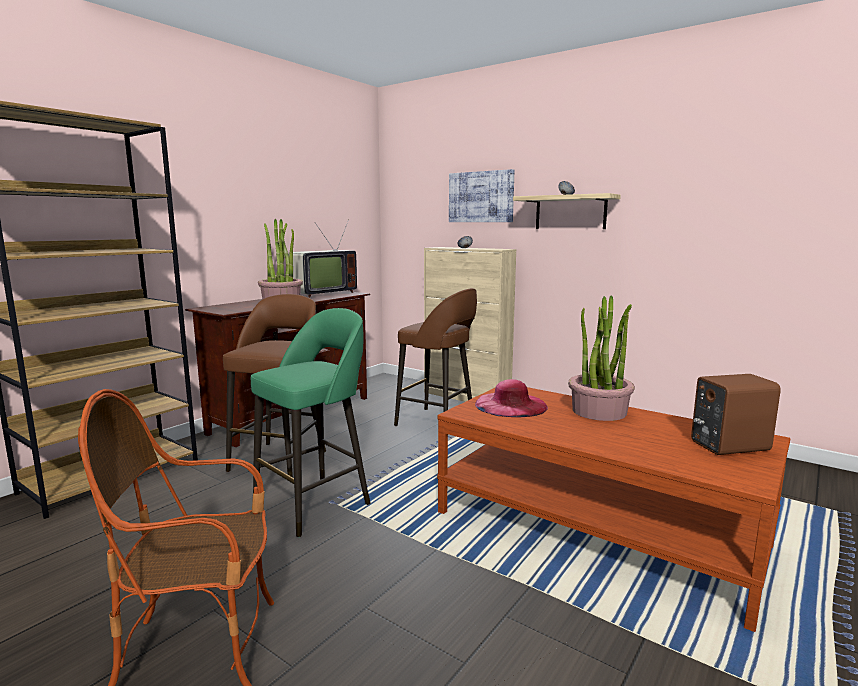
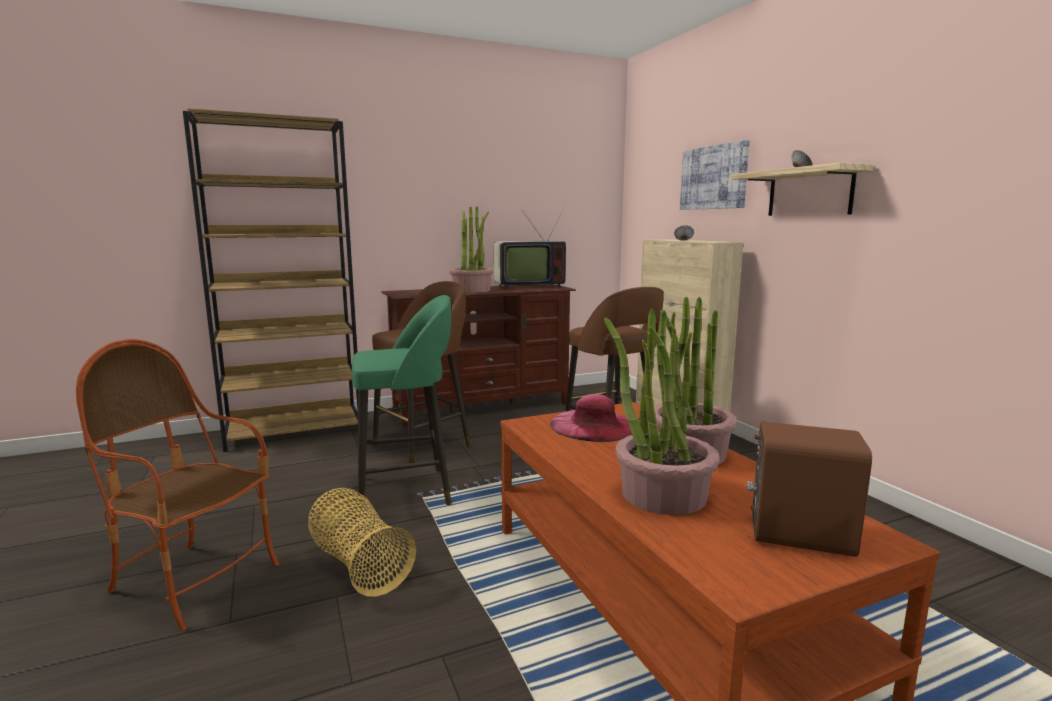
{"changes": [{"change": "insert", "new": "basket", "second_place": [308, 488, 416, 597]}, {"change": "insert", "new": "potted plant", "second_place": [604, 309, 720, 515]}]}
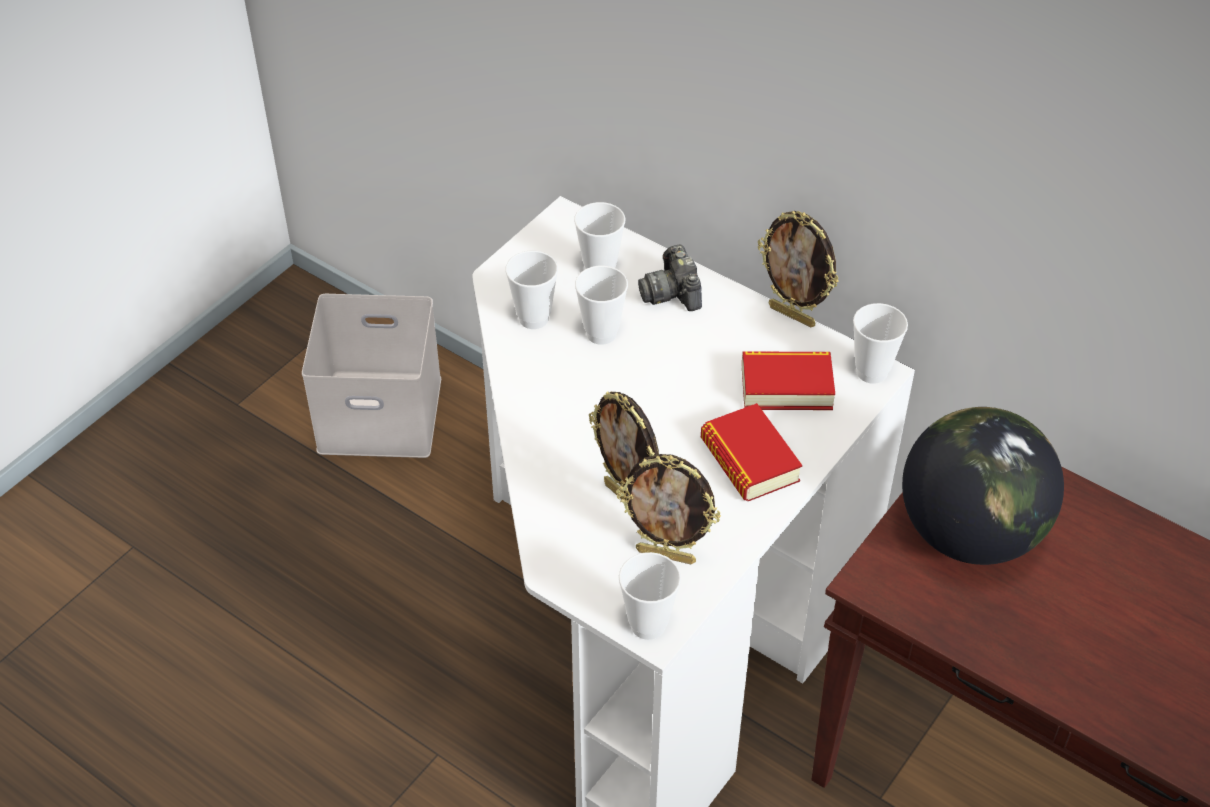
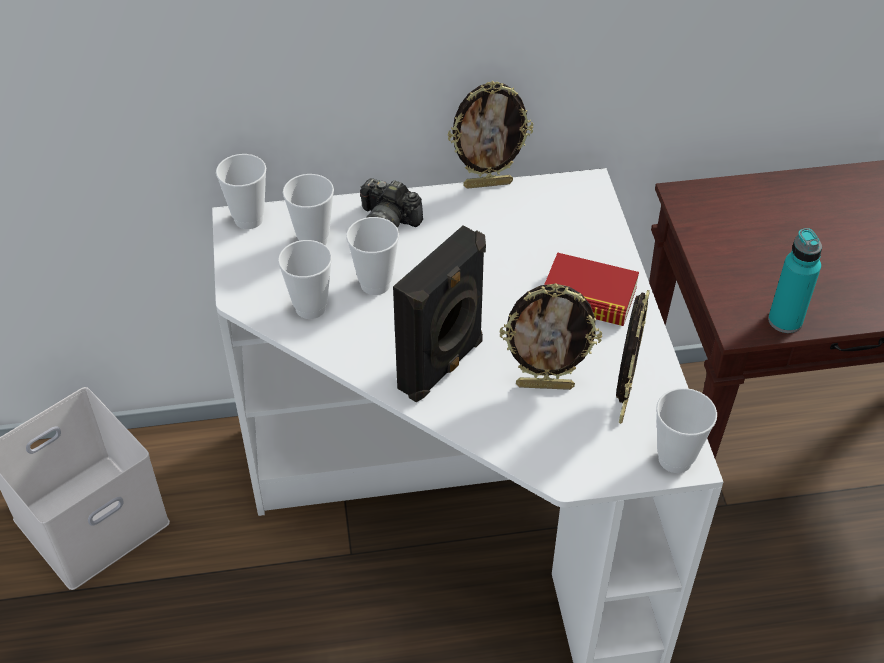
{"changes": [{"change": "move", "old": "cup", "first_place": [853, 303, 908, 384], "second_place": [216, 154, 266, 229]}, {"change": "insert", "new": "speaker/black", "second_place": [393, 225, 486, 402]}, {"change": "rotate", "old": "picture frame", "first_place": [616, 454, 721, 564], "second_place": [616, 290, 650, 424], "degrees": -45}, {"change": "insert", "new": "bottle/turquoise", "second_place": [768, 228, 822, 333]}, {"change": "delete", "old": "book", "first_place": [742, 351, 835, 410]}, {"change": "delete", "old": "globe", "first_place": [902, 407, 1064, 565]}]}
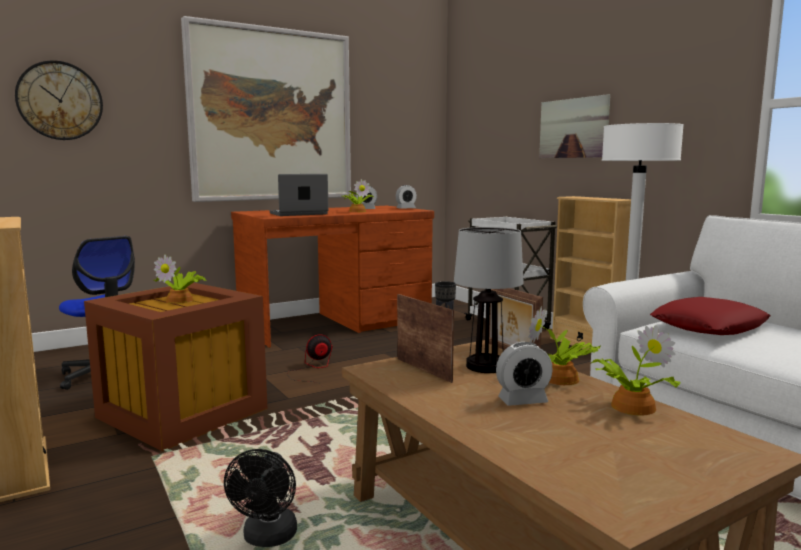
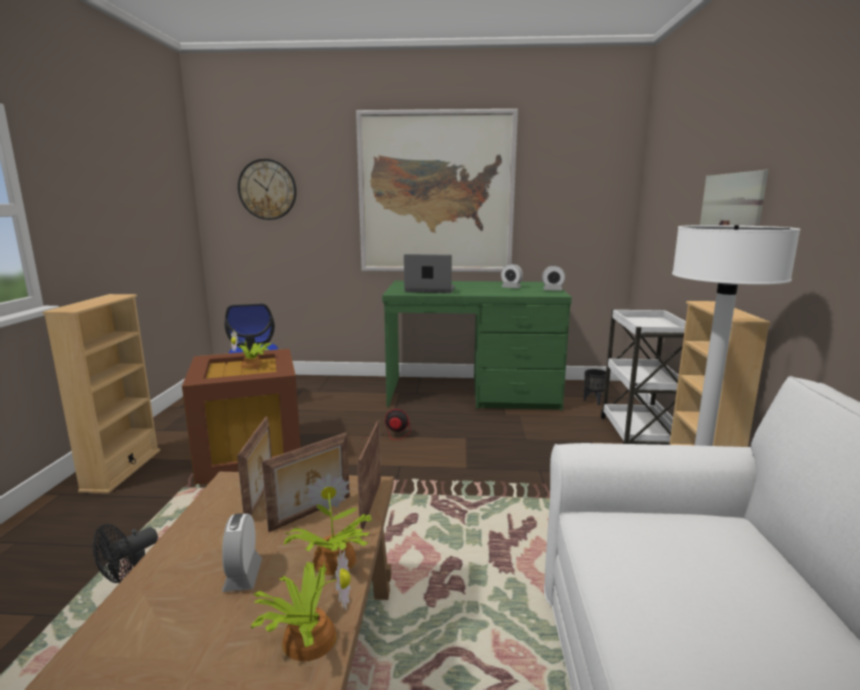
{"changes": [{"change": "rotate", "old": "alarm clock", "first_place": [496, 342, 553, 406], "second_place": [222, 513, 262, 592], "degrees": 60}, {"change": "replace", "old": "table lamp", "new": "picture frame", "first_place": [454, 227, 524, 373], "second_place": [261, 432, 350, 532]}, {"change": "recolor", "old": "desk/brown", "new": "desk/green", "first_place": [231, 206, 434, 348], "second_place": [382, 281, 572, 411]}, {"change": "delete", "old": "potted plant", "first_place": [342, 179, 374, 212]}, {"change": "delete", "old": "pillow/red", "first_place": [650, 297, 770, 335]}]}
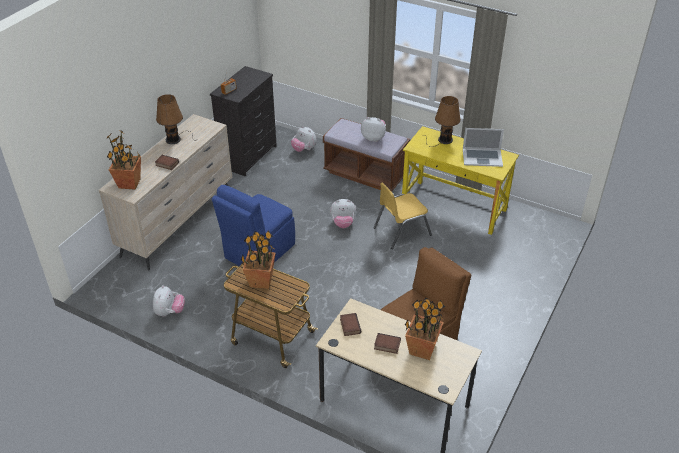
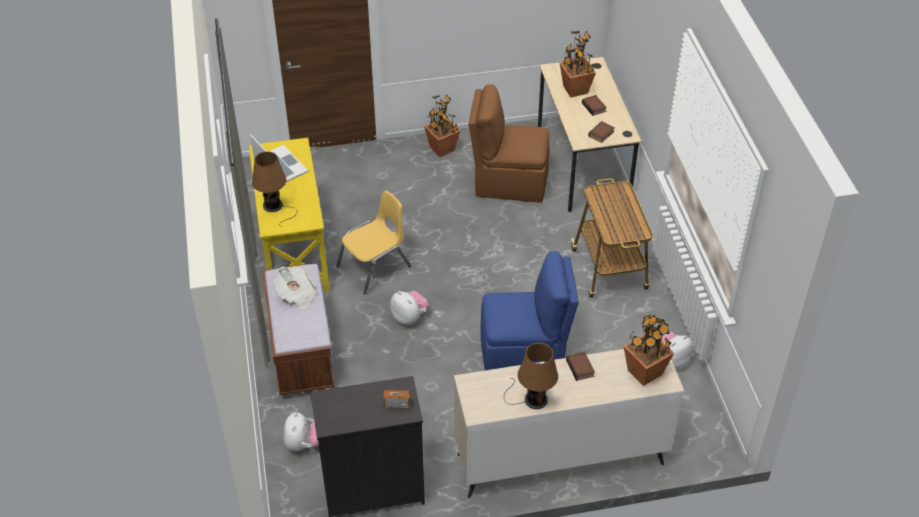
{"changes": [{"change": "replace", "old": "plush toy", "new": "newspaper", "first_place": [361, 117, 386, 142], "second_place": [274, 266, 317, 309]}, {"change": "rotate", "old": "chair/yellow", "first_place": [373, 183, 432, 249], "second_place": [336, 191, 411, 294], "degrees": -60}, {"change": "move", "old": "potted plant", "first_place": [241, 230, 276, 289], "second_place": [424, 94, 460, 157]}]}
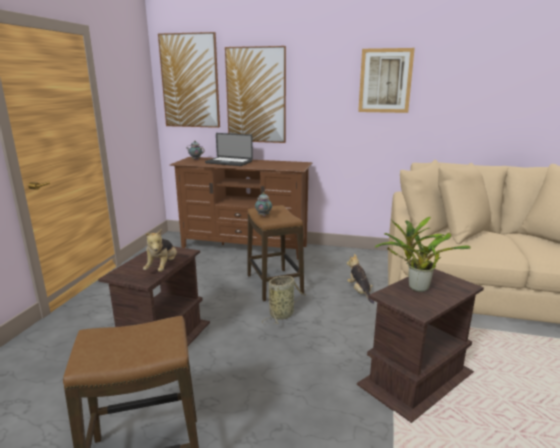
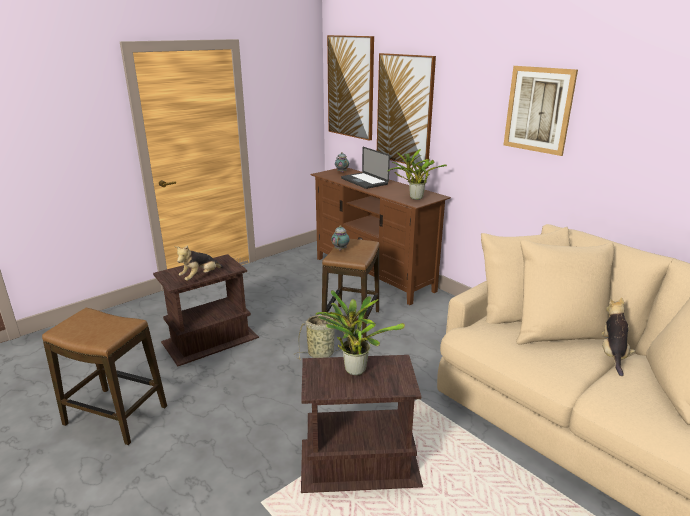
{"changes": [{"change": "insert", "new": "potted plant", "second_place": [387, 149, 447, 200]}, {"change": "move", "old": "plush toy", "first_place": [347, 254, 374, 304], "second_place": [601, 297, 636, 376]}]}
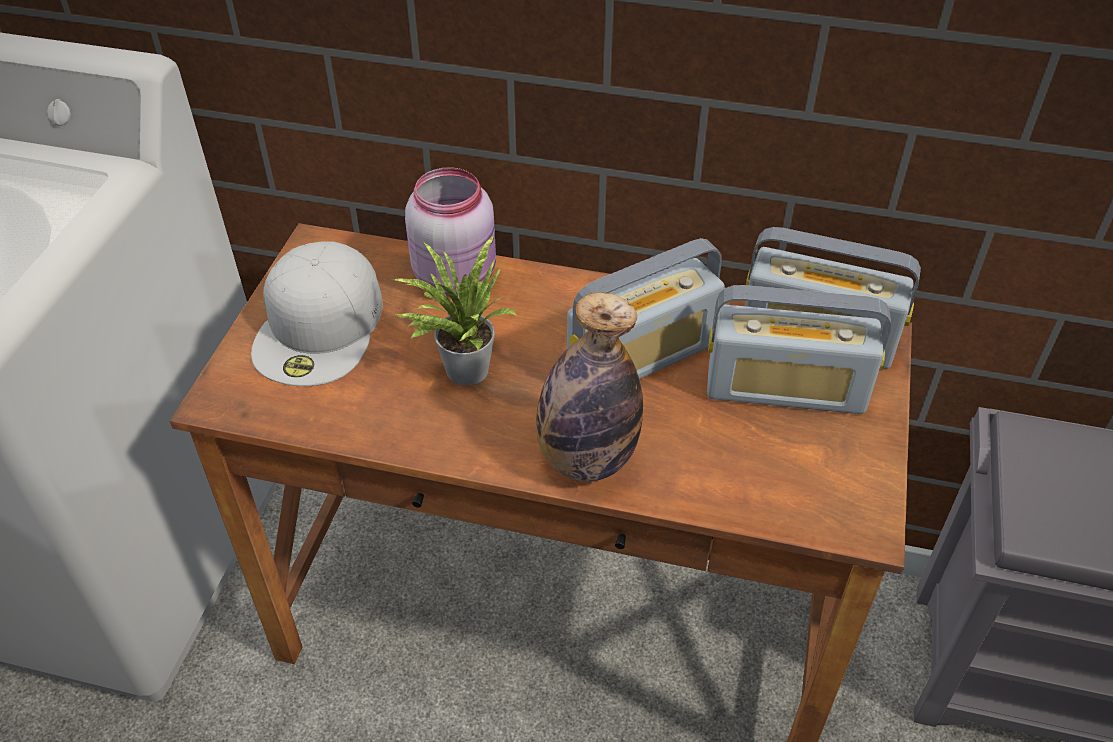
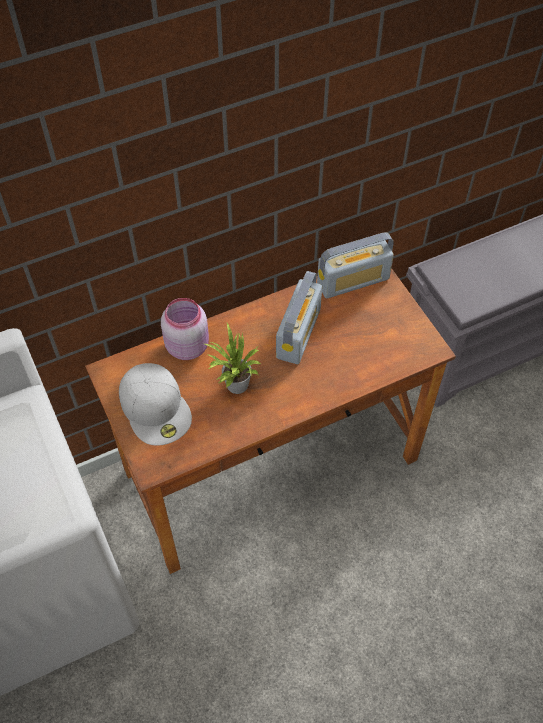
{"changes": [{"change": "delete", "old": "bottle", "first_place": [536, 293, 643, 482]}, {"change": "delete", "old": "radio", "first_place": [707, 285, 891, 414]}]}
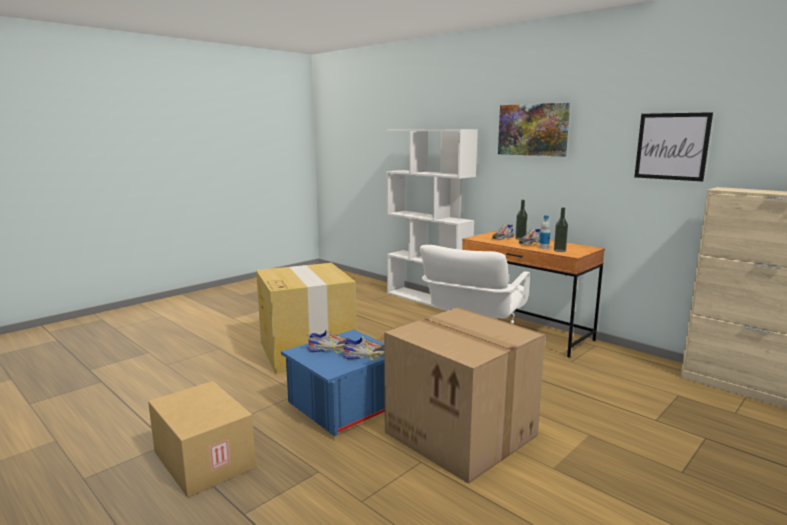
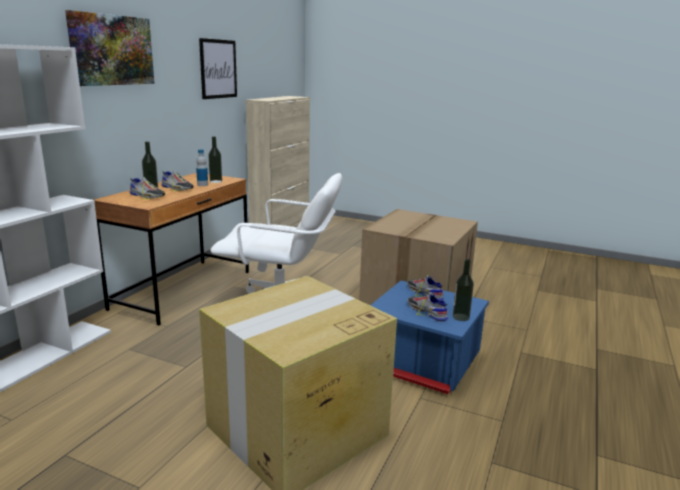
{"changes": [{"change": "insert", "new": "bottle", "second_place": [453, 259, 474, 321]}, {"change": "delete", "old": "cardboard box", "first_place": [148, 381, 256, 498]}]}
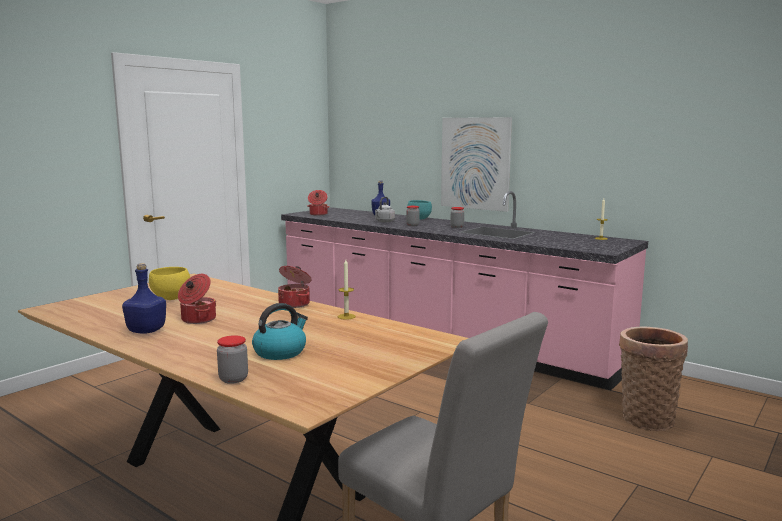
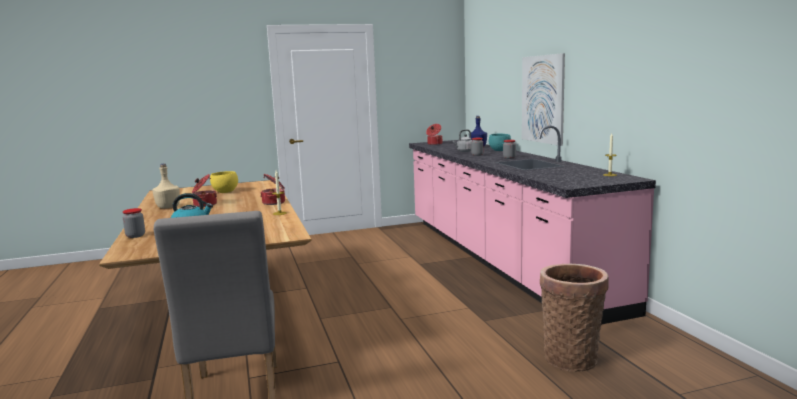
{"changes": [{"change": "recolor", "old": "bottle/blue", "new": "bottle/beige", "first_place": [122, 263, 166, 334], "second_place": [152, 164, 180, 208]}]}
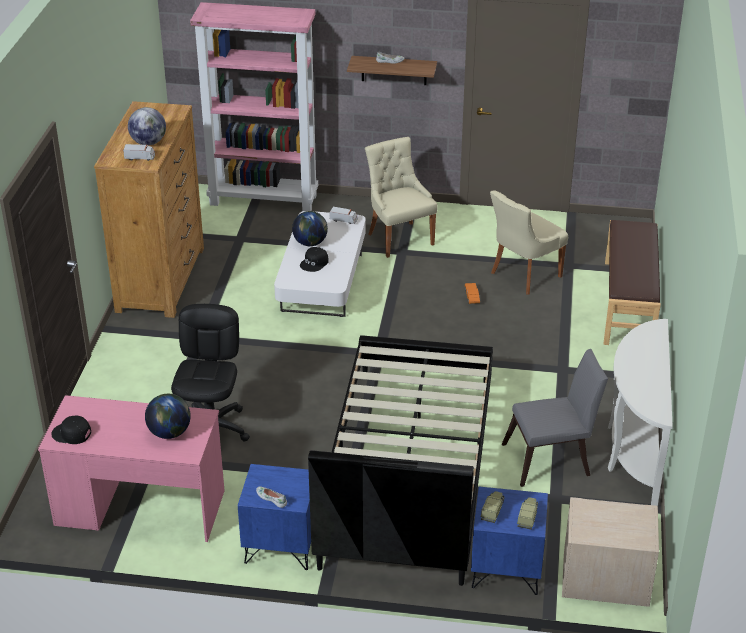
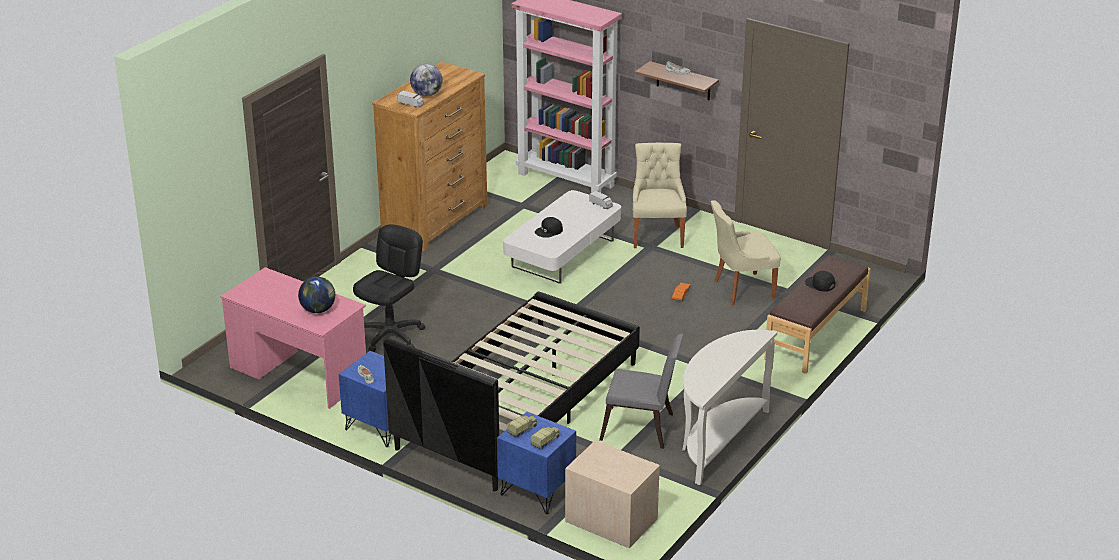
{"changes": [{"change": "move", "old": "cap/black", "first_place": [51, 416, 91, 444], "second_place": [805, 271, 835, 292]}, {"change": "delete", "old": "globe", "first_place": [292, 211, 328, 246]}]}
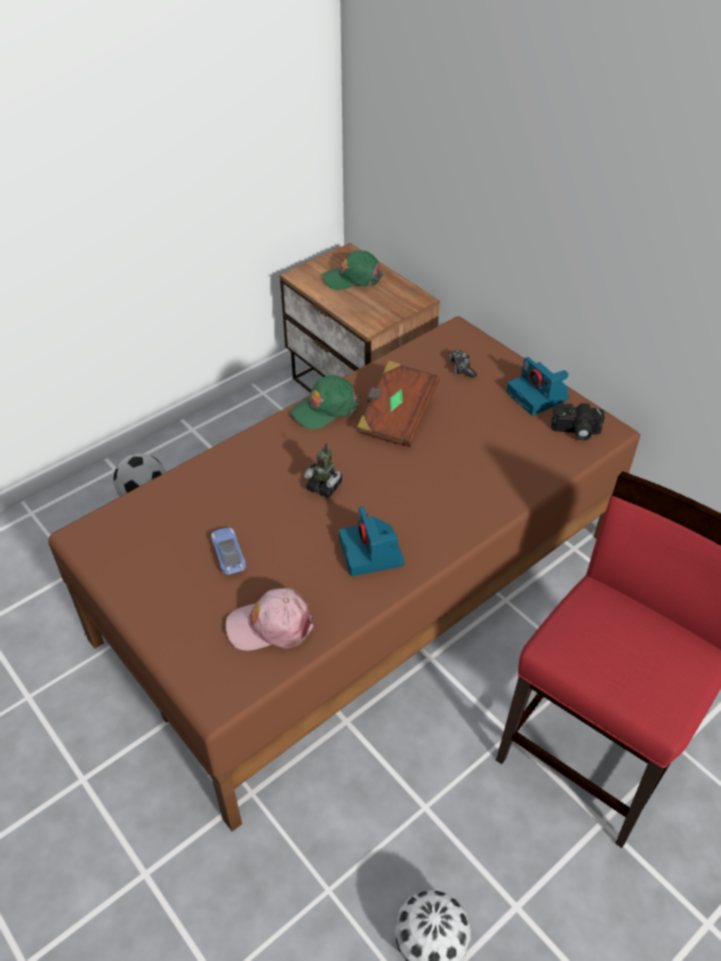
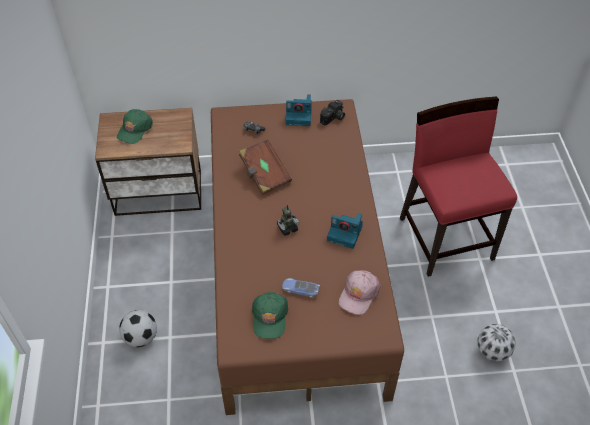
{"changes": [{"change": "move", "old": "cap/green", "first_place": [291, 375, 360, 429], "second_place": [252, 292, 288, 339]}]}
